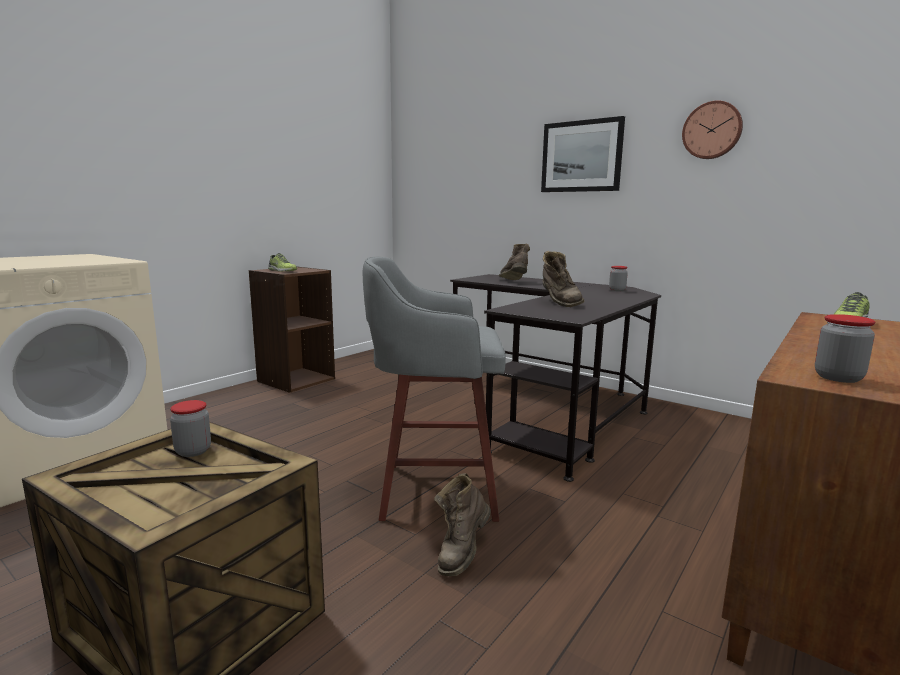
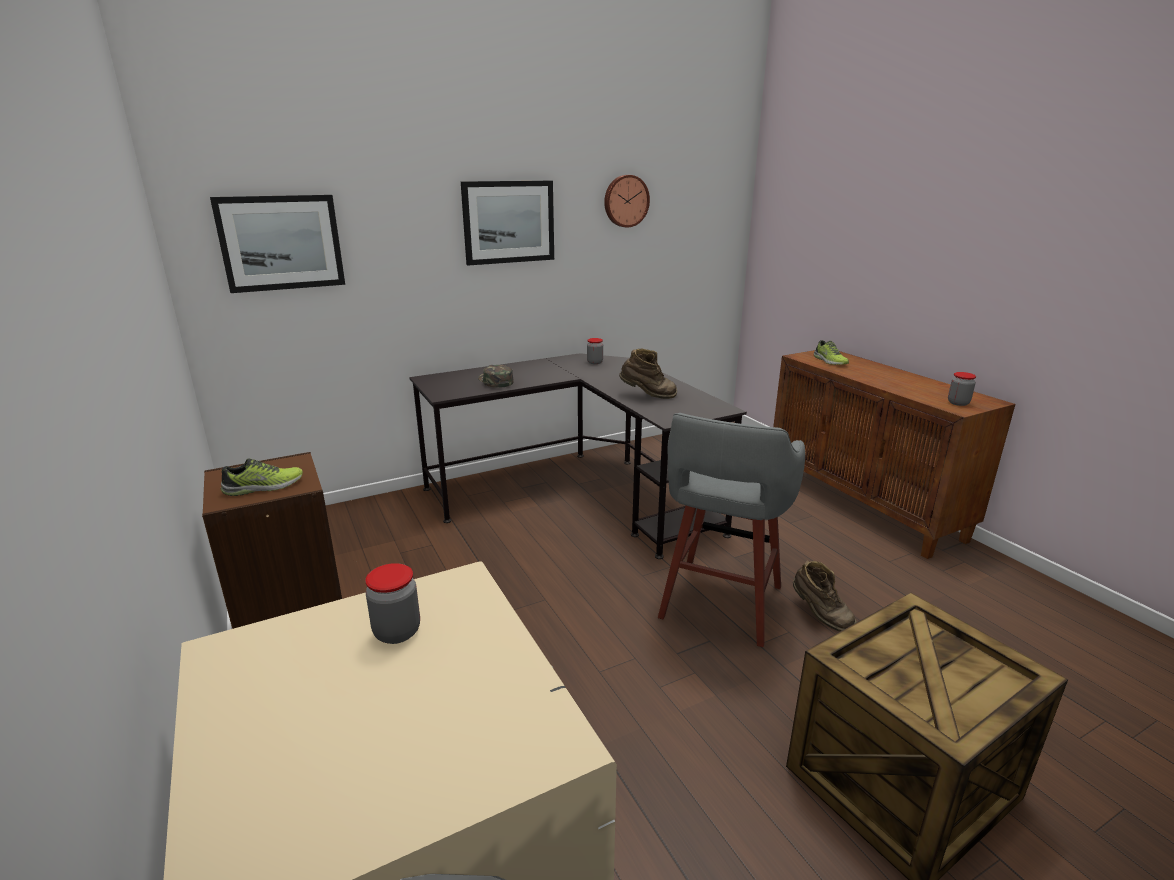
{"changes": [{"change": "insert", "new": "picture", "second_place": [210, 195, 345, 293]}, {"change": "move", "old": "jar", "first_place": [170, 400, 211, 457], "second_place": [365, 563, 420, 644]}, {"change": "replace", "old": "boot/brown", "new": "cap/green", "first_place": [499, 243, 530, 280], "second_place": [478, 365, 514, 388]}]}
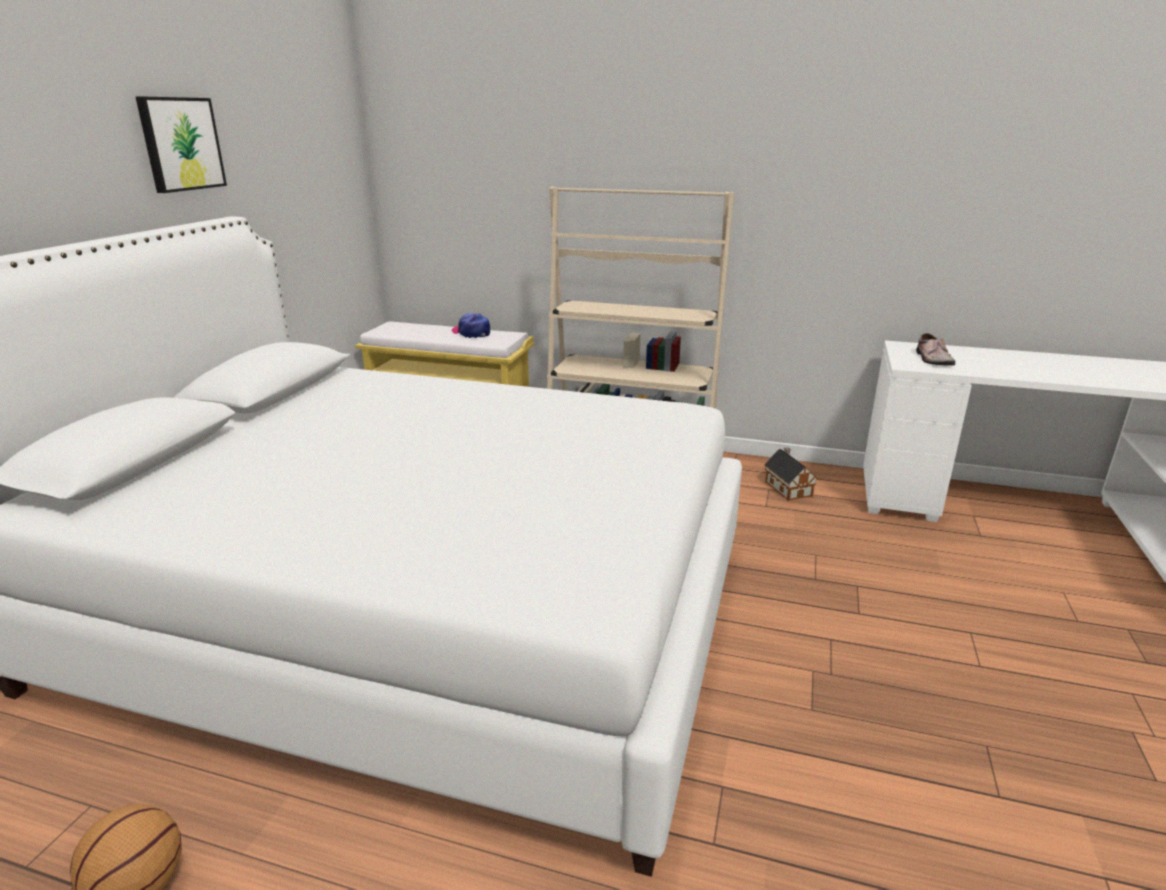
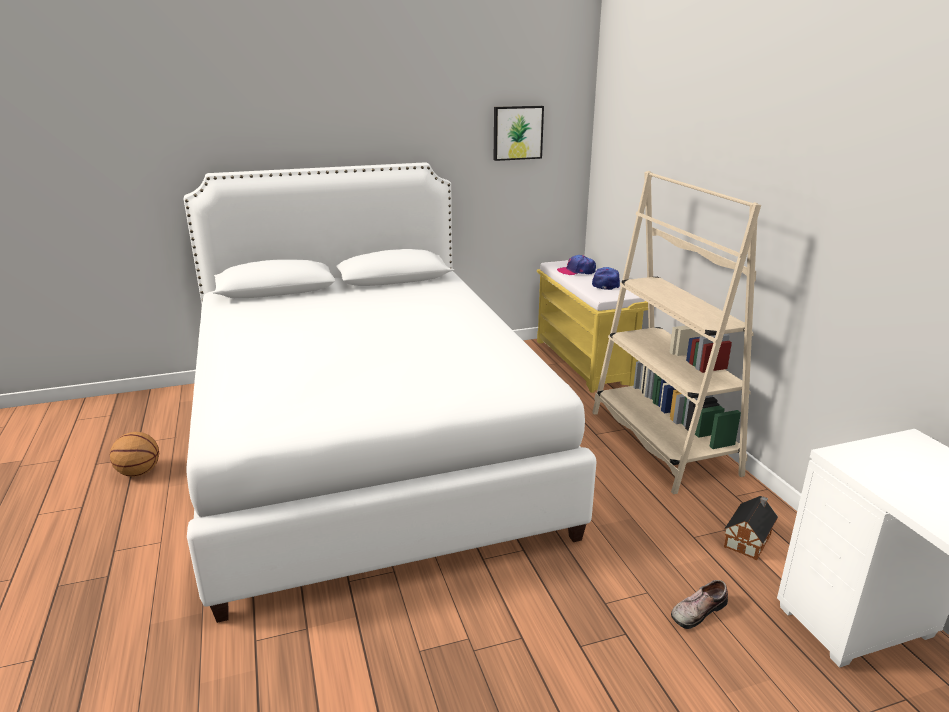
{"changes": [{"change": "move", "old": "picture", "first_place": [136, 96, 227, 193], "second_place": [494, 106, 544, 161]}, {"change": "insert", "new": "cap", "second_place": [557, 255, 596, 275]}, {"change": "move", "old": "shoe", "first_place": [916, 333, 955, 366], "second_place": [671, 580, 728, 629]}]}
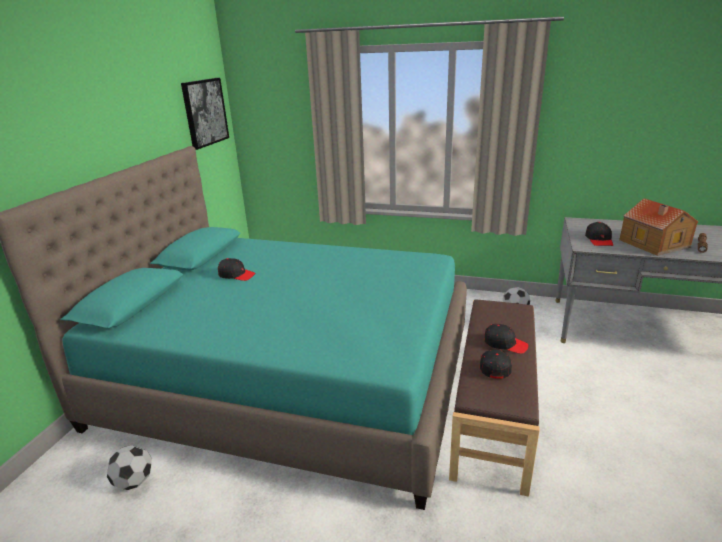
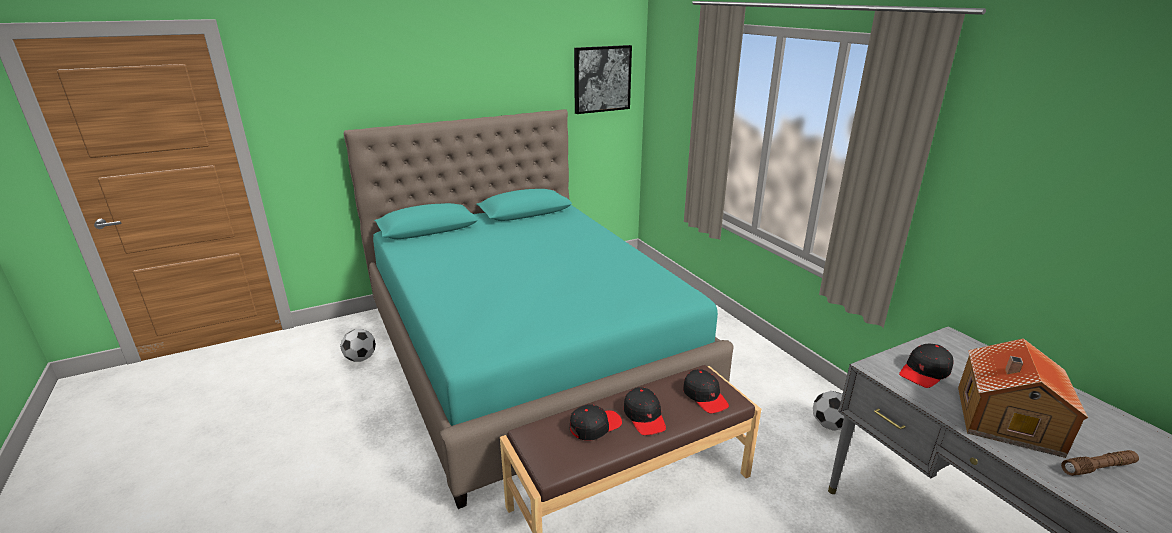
{"changes": [{"change": "move", "old": "cap/black", "first_place": [218, 258, 255, 281], "second_place": [683, 369, 729, 413]}]}
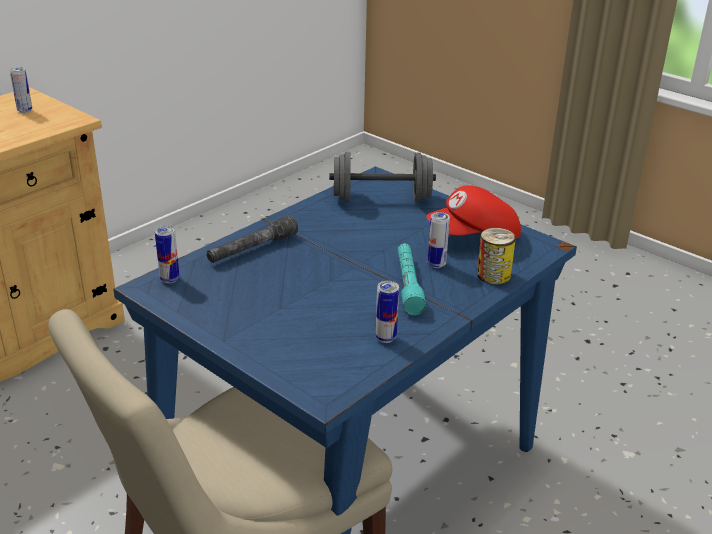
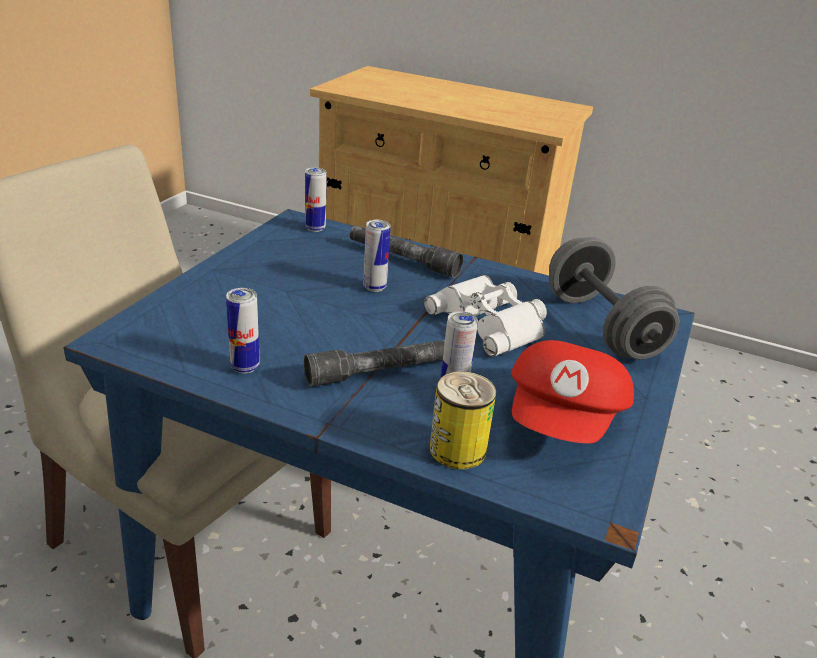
{"changes": [{"change": "recolor", "old": "flashlight/turquoise", "new": "flashlight/grey", "first_place": [398, 243, 426, 315], "second_place": [304, 340, 445, 387]}, {"change": "move", "old": "can", "first_place": [10, 67, 32, 113], "second_place": [363, 220, 391, 292]}, {"change": "insert", "new": "binoculars/white", "second_place": [424, 275, 547, 357]}, {"change": "rotate", "old": "cap/red", "first_place": [427, 185, 521, 239], "second_place": [511, 340, 634, 443], "degrees": -120}]}
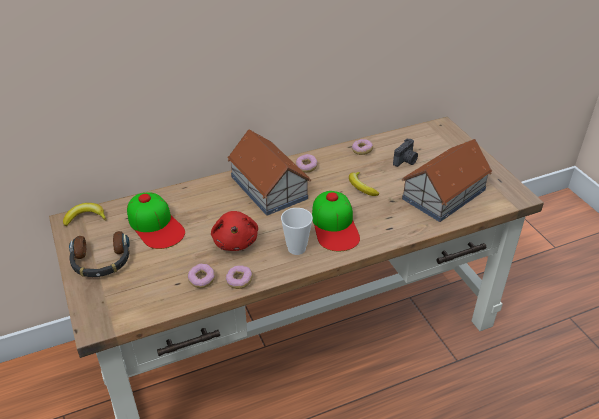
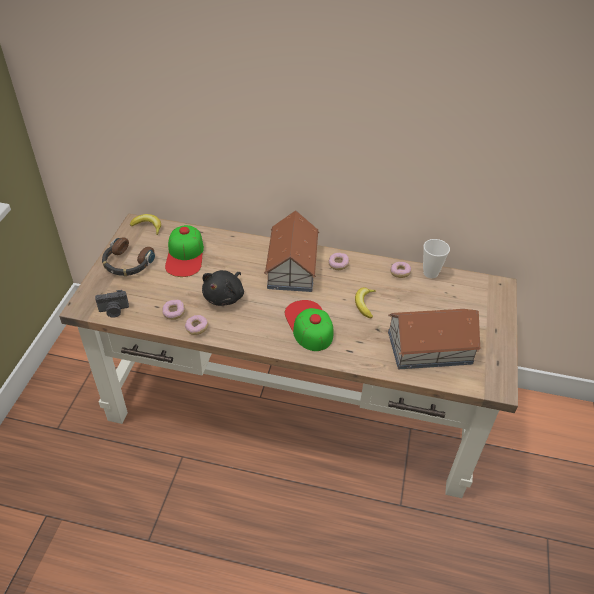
{"changes": [{"change": "move", "old": "photo camera", "first_place": [393, 139, 418, 167], "second_place": [95, 290, 129, 318]}, {"change": "recolor", "old": "plush toy/red", "new": "plush toy/black", "first_place": [211, 211, 258, 251], "second_place": [202, 270, 244, 306]}, {"change": "rotate", "old": "cap", "first_place": [312, 191, 360, 251], "second_place": [285, 300, 334, 351], "degrees": 135}, {"change": "move", "old": "cup", "first_place": [281, 208, 313, 255], "second_place": [423, 239, 450, 278]}]}
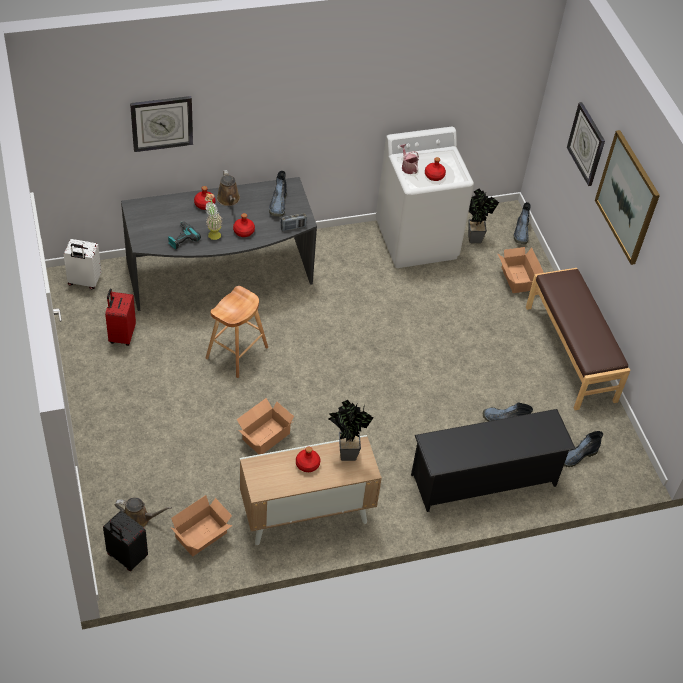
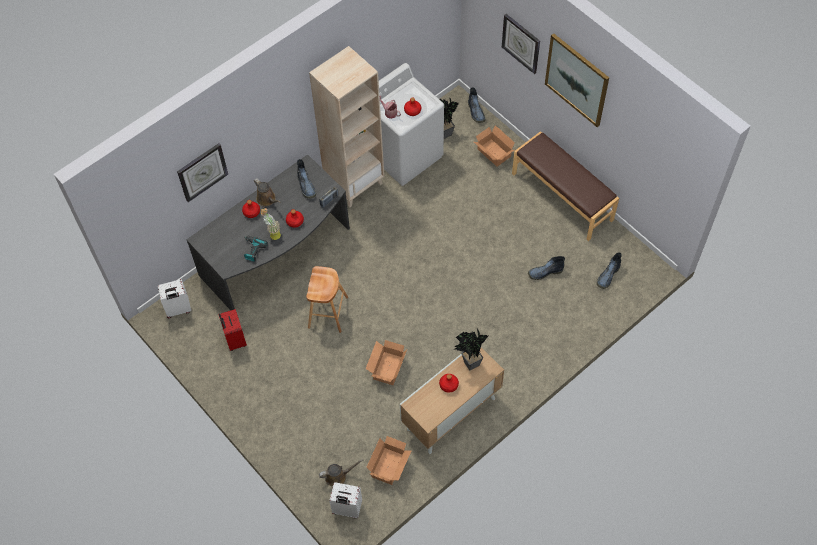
{"changes": [{"change": "insert", "new": "bookcase/beige", "second_place": [309, 46, 384, 208]}, {"change": "recolor", "old": "suitcase/black", "new": "suitcase/white", "first_place": [103, 511, 148, 571], "second_place": [329, 482, 362, 518]}, {"change": "delete", "old": "shoe rack/black", "first_place": [411, 409, 576, 512]}]}
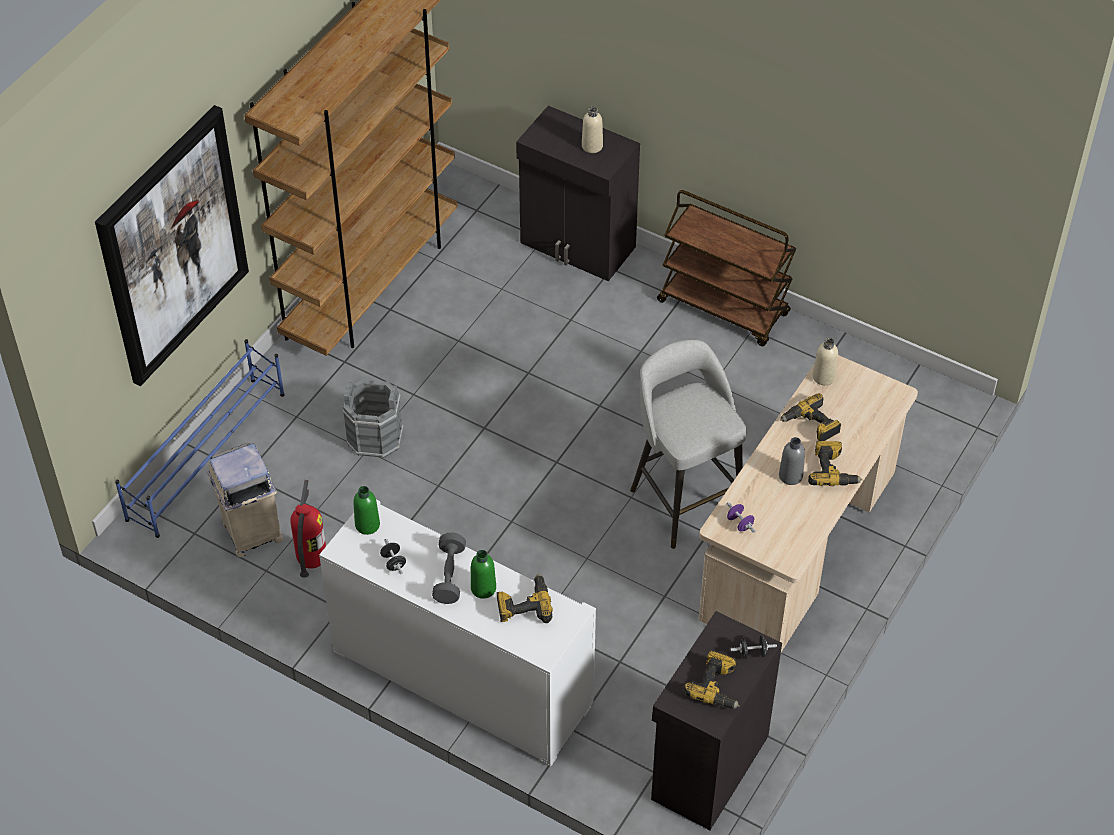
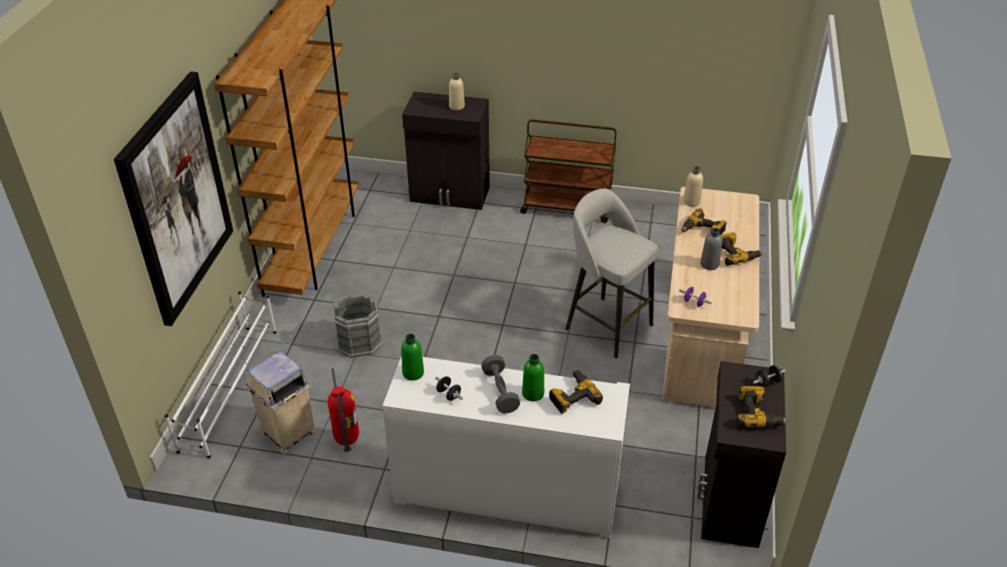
{"changes": [{"change": "recolor", "old": "shoe rack/blue", "new": "shoe rack/white", "first_place": [115, 339, 284, 538], "second_place": [164, 291, 277, 458]}]}
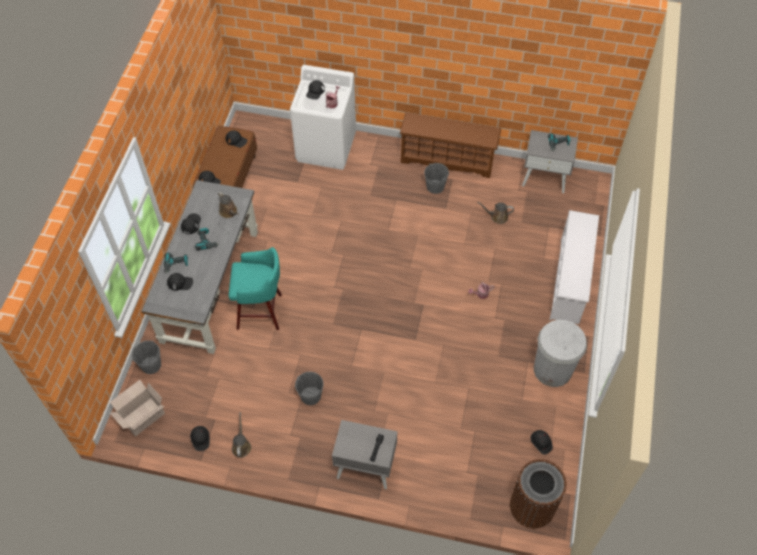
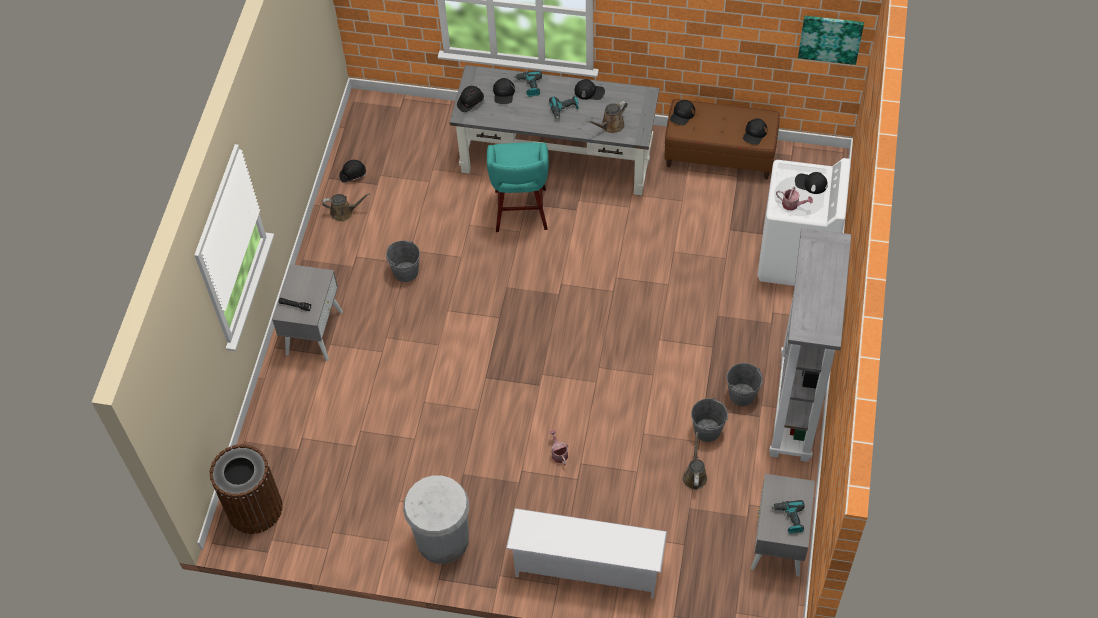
{"changes": [{"change": "move", "old": "hard hat/black", "first_place": [531, 430, 553, 455], "second_place": [457, 86, 484, 112]}, {"change": "move", "old": "bucket/grey", "first_place": [132, 341, 161, 374], "second_place": [691, 398, 728, 442]}, {"change": "replace", "old": "shoe rack/brown", "new": "bookcase/grey", "first_place": [400, 112, 501, 178], "second_place": [769, 228, 851, 462]}, {"change": "insert", "new": "picture", "second_place": [798, 16, 864, 65]}, {"change": "delete", "old": "cardboard box", "first_place": [110, 380, 165, 436]}]}
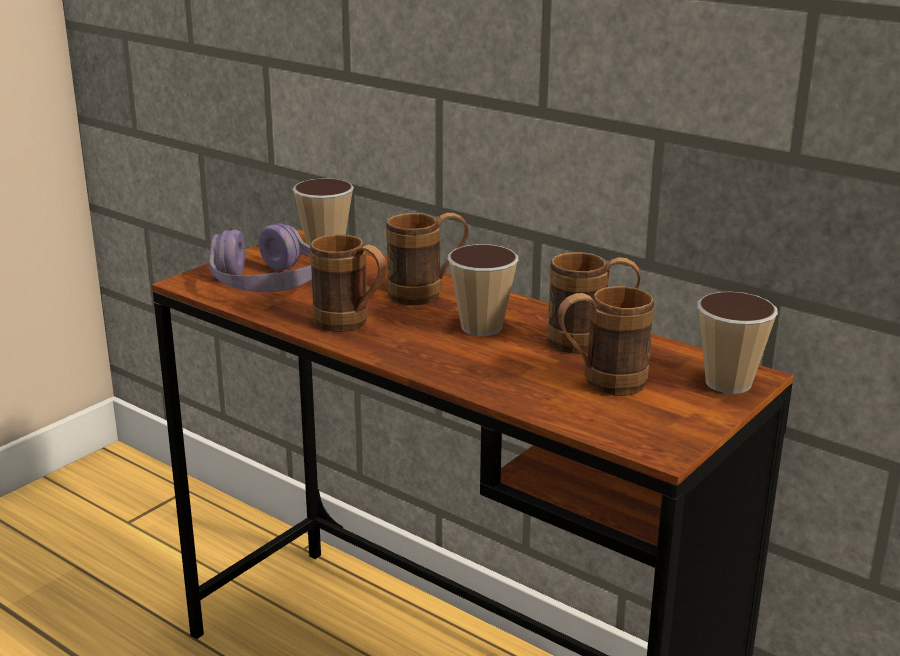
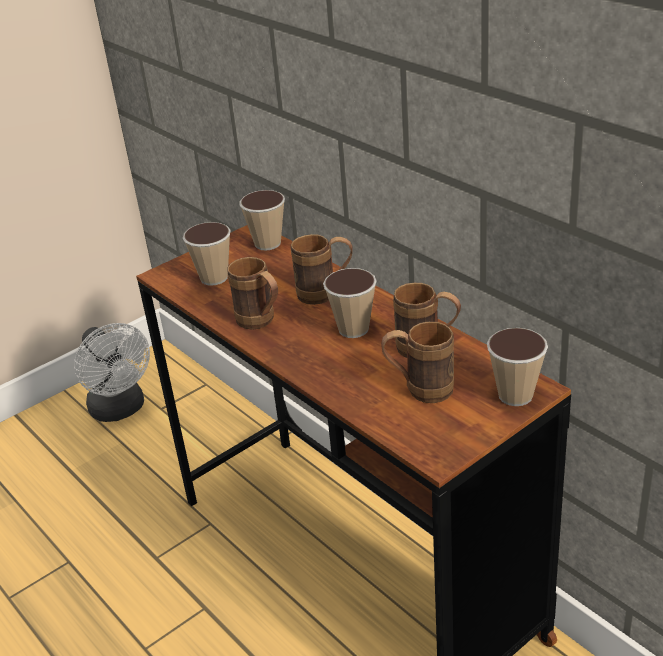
{"changes": [{"change": "insert", "new": "fan/white", "second_place": [74, 323, 150, 422]}, {"change": "replace", "old": "headphones/purple", "new": "cup", "first_place": [210, 223, 312, 292], "second_place": [183, 222, 231, 286]}]}
